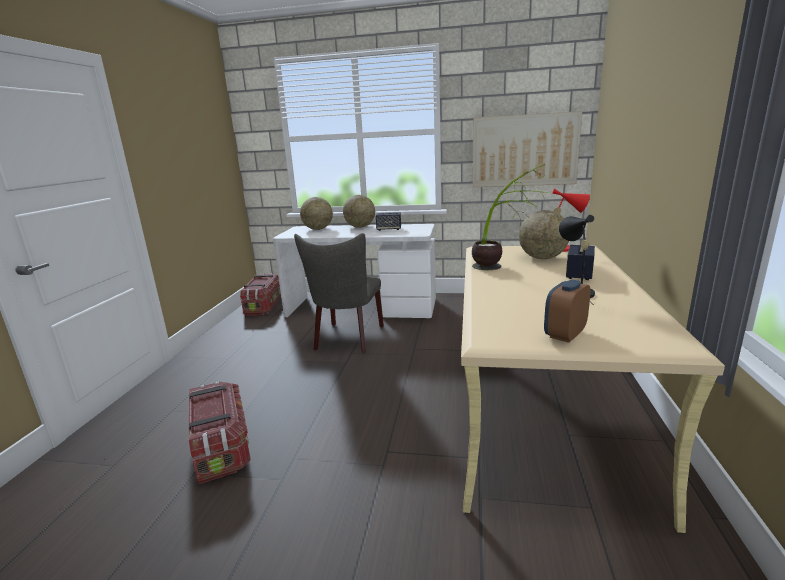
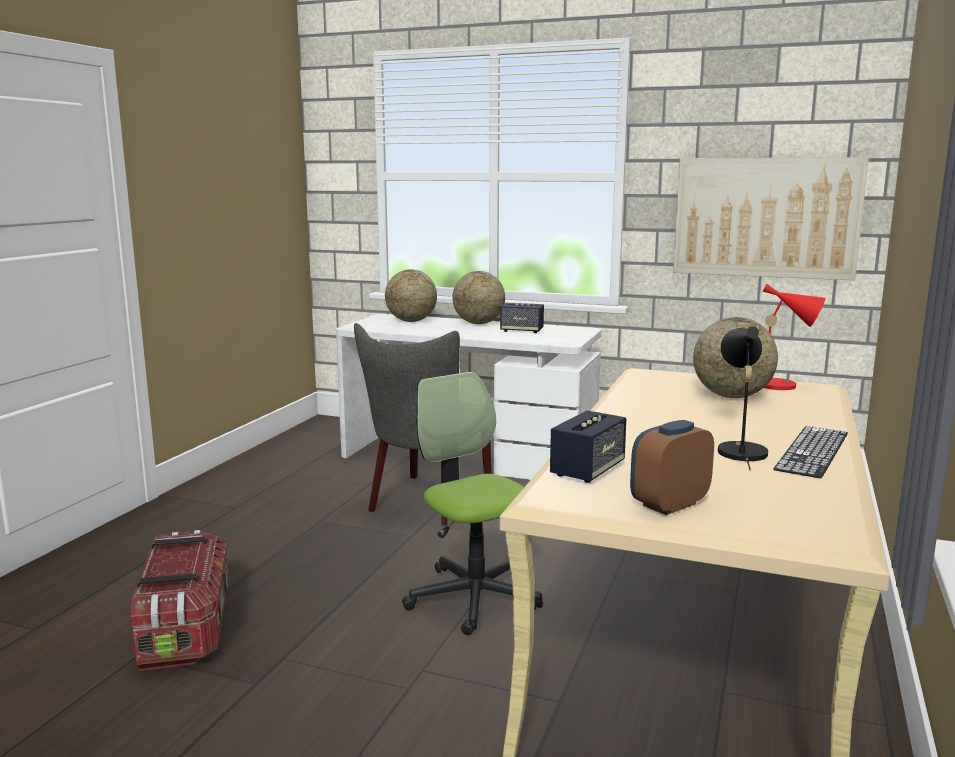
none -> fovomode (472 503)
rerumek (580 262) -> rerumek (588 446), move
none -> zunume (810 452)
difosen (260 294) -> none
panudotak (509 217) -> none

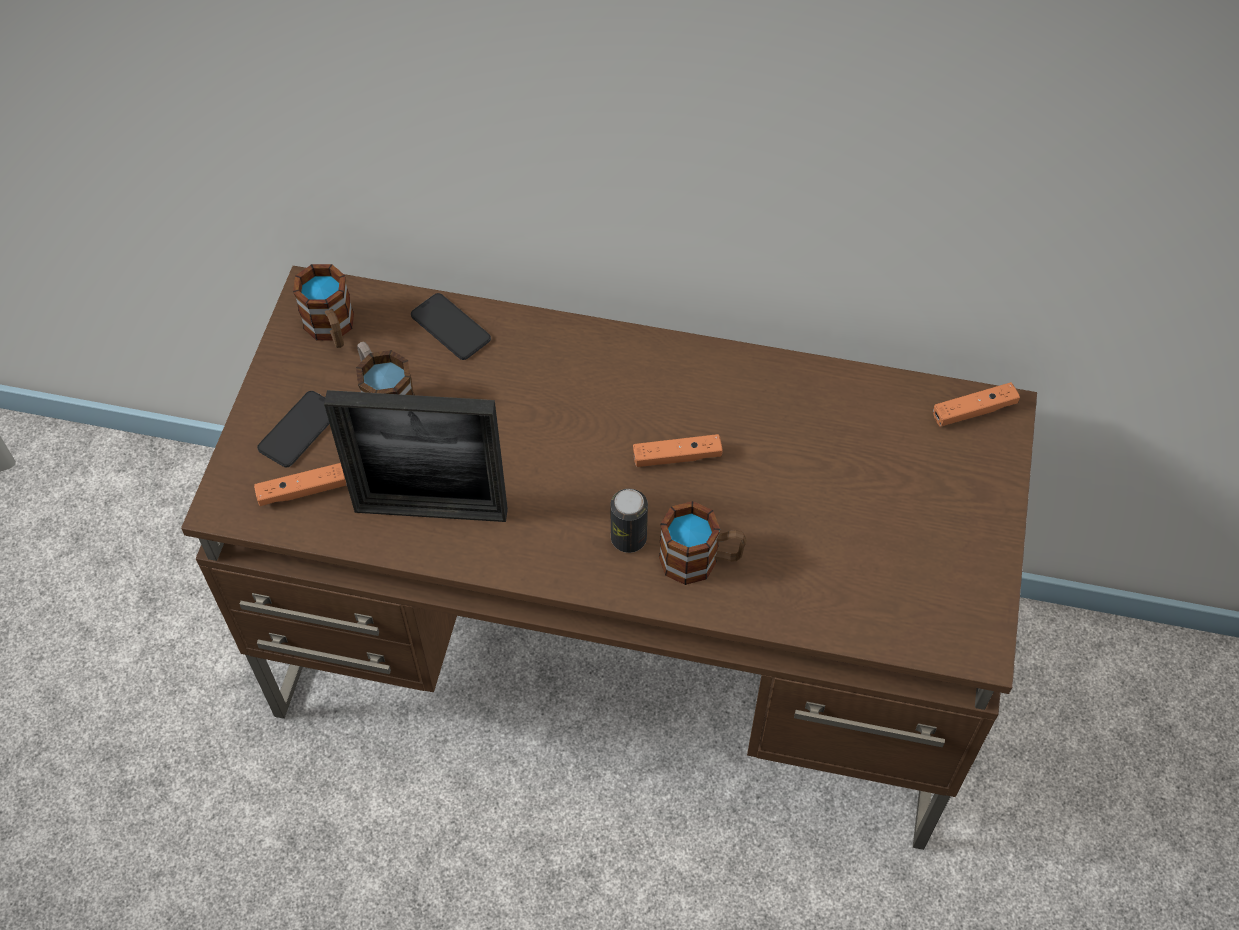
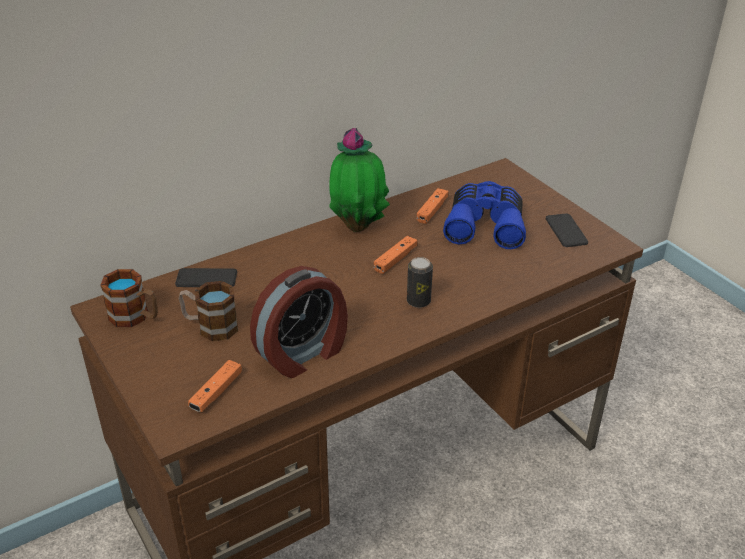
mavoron (416 456) -> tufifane (299 322)
none -> panudotak (359 180)
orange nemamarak (976 404) -> orange nemamarak (432 206), move
none -> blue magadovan (484 215)
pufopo (293 429) -> pufopo (567 230), move
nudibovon (703 543) -> none

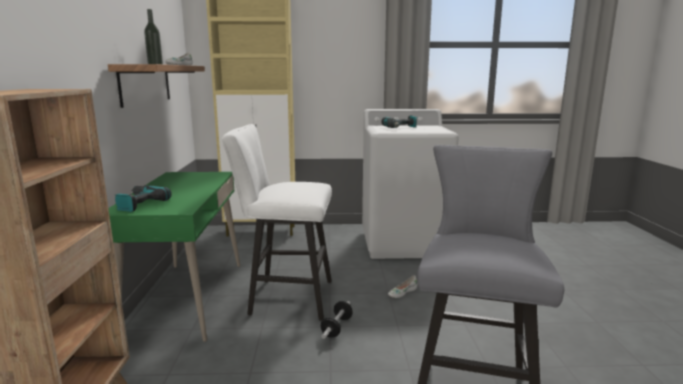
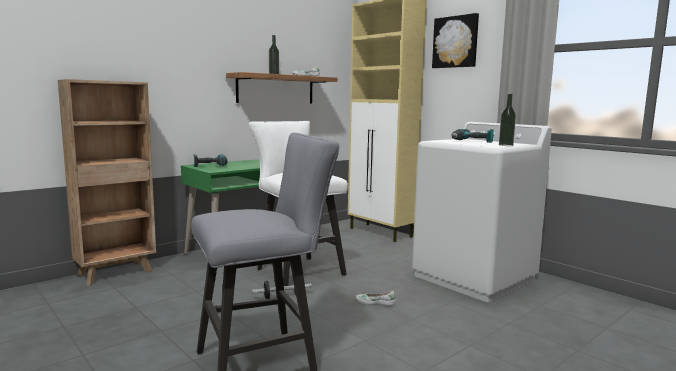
none -> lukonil (455 40)
none -> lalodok (507 120)

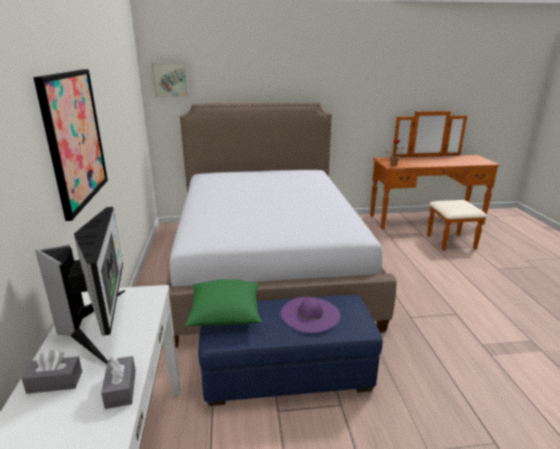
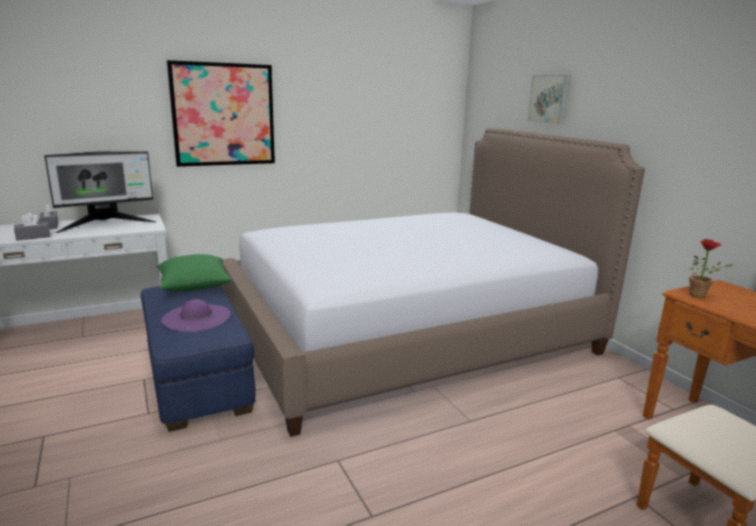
lukonil (169 79) -> lukonil (548 100), move

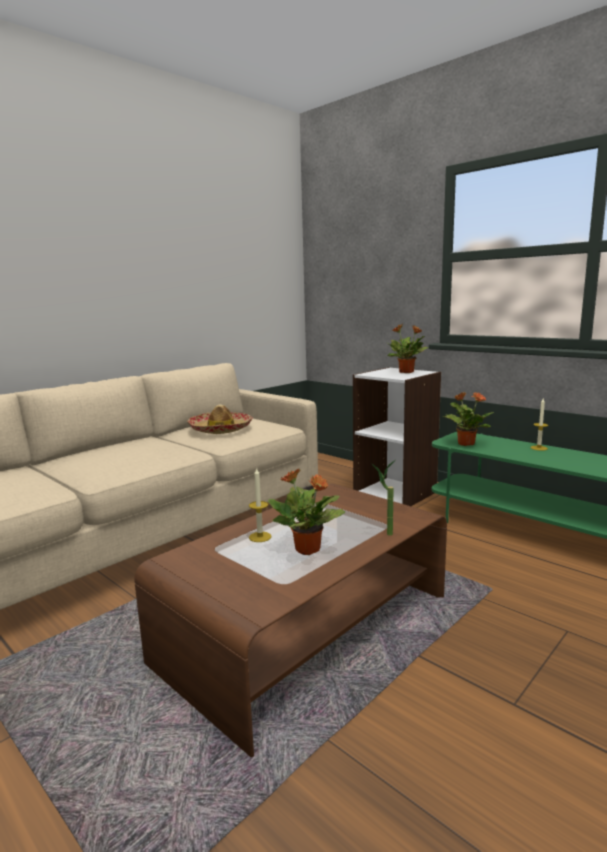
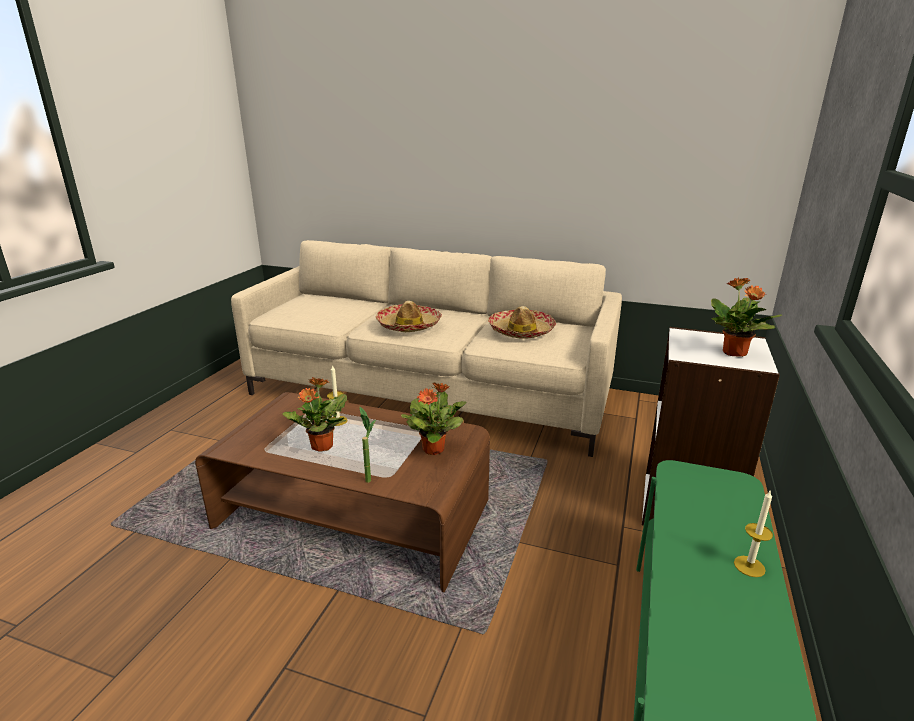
none -> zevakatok (409 316)
panudotak (468 419) -> panudotak (434 418), move

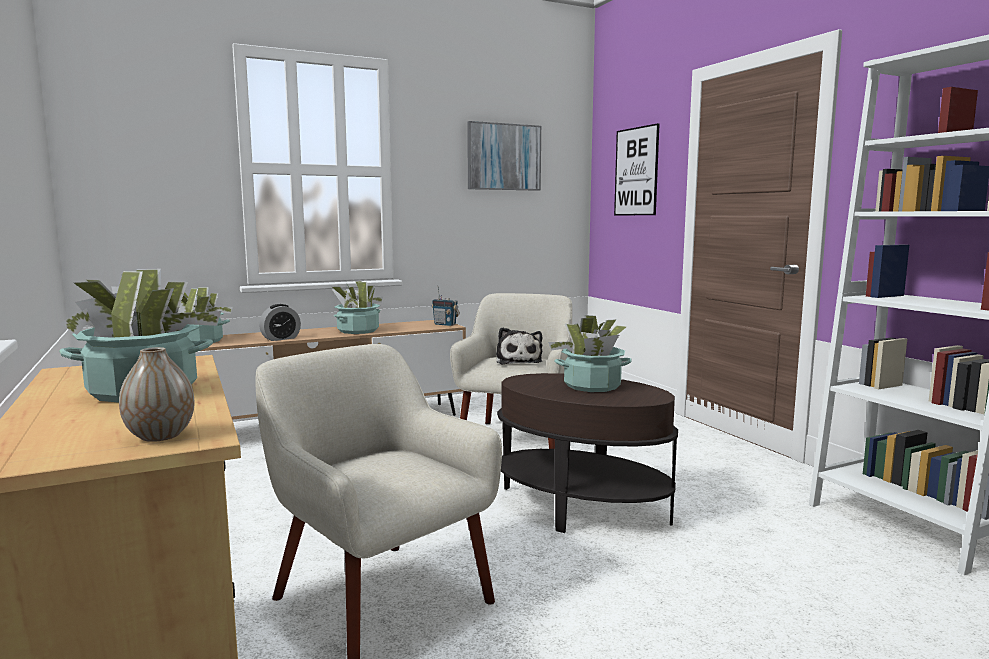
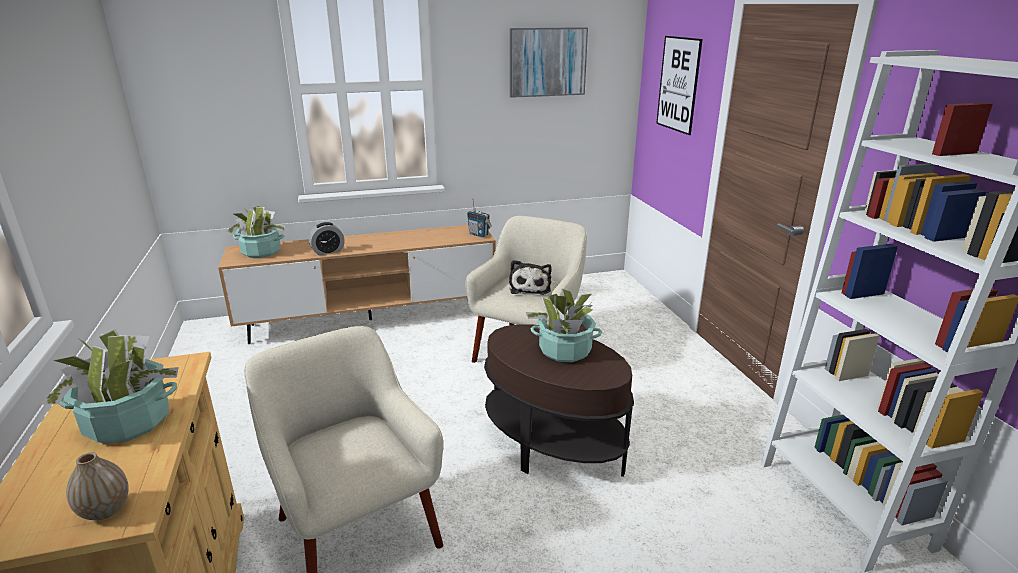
panudotak (357 307) -> none

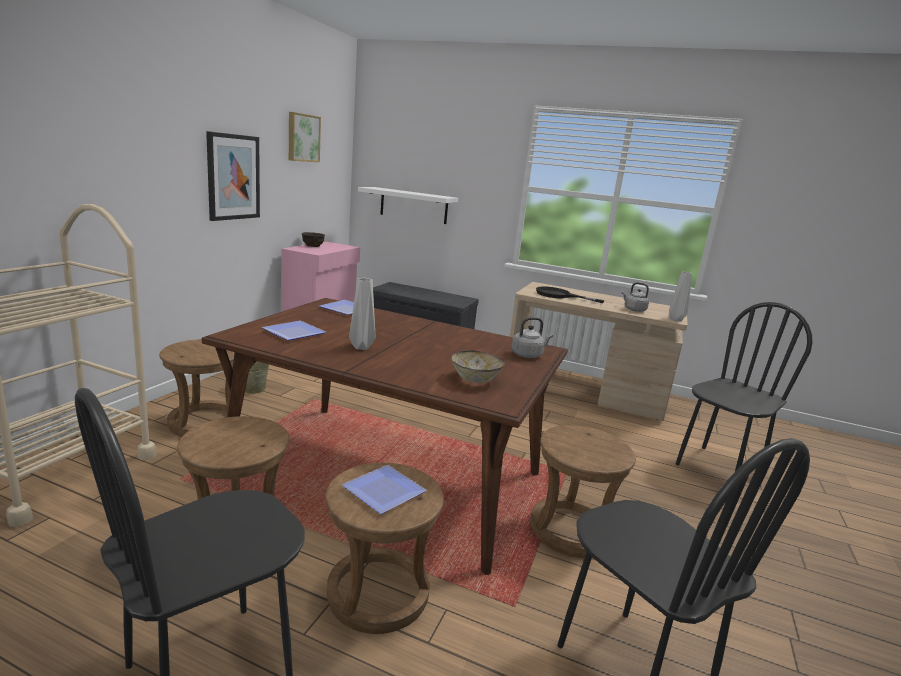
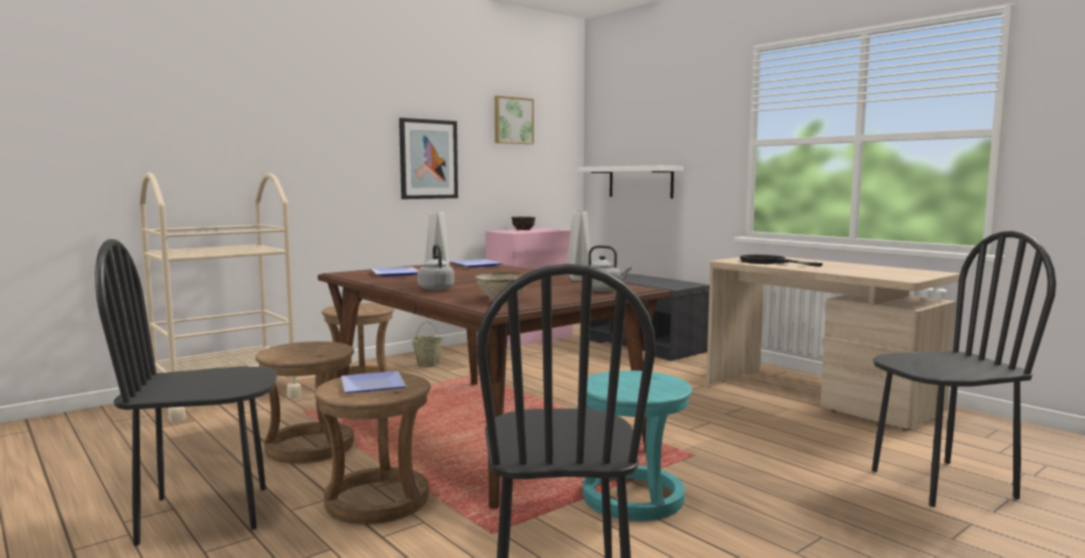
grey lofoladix (635 297) -> grey lofoladix (436 267), move
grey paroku (680 296) -> grey paroku (577 246), move
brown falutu (583 491) -> turquoise falutu (637 446)

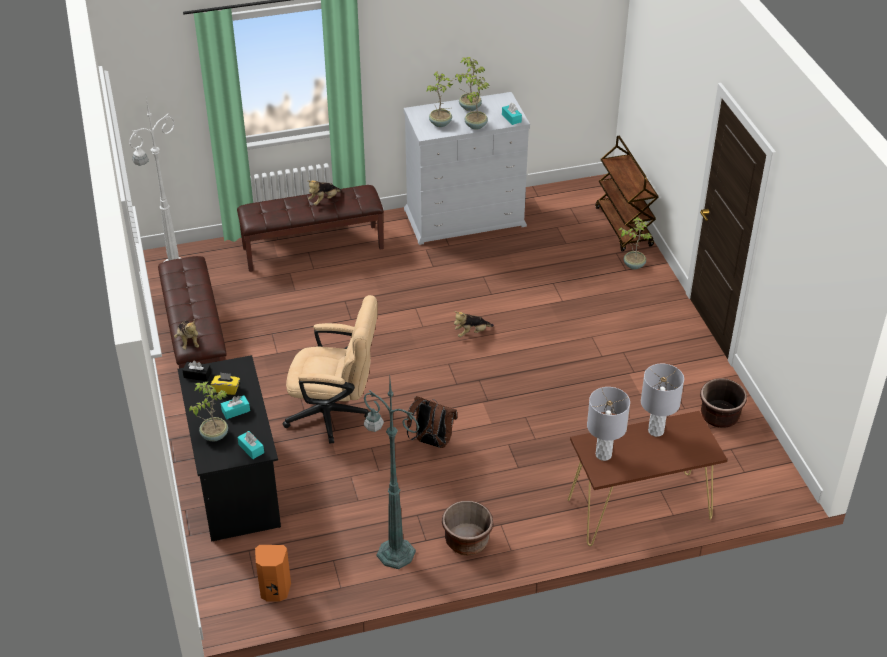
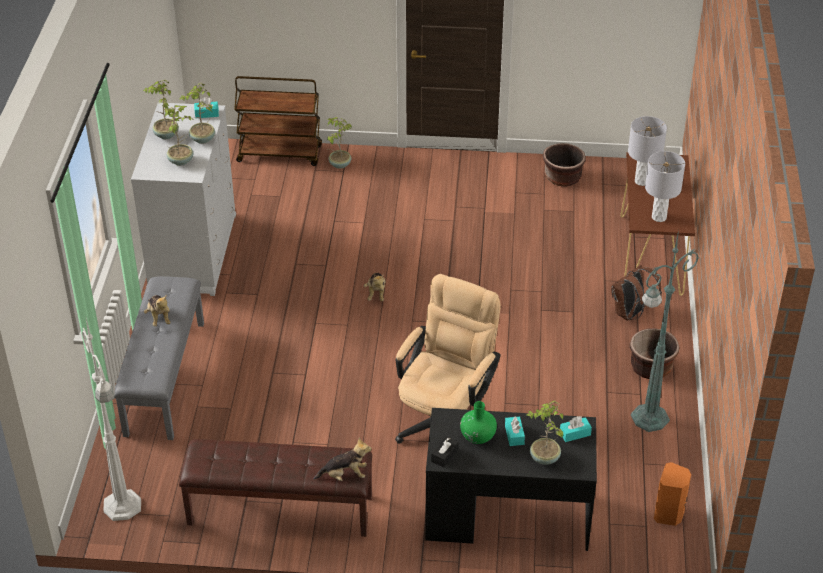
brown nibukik (310 228) -> grey nibukik (159 358)
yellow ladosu (225 383) -> green paroku (478 422)
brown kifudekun (432 422) -> brown kifudekun (636 292), move

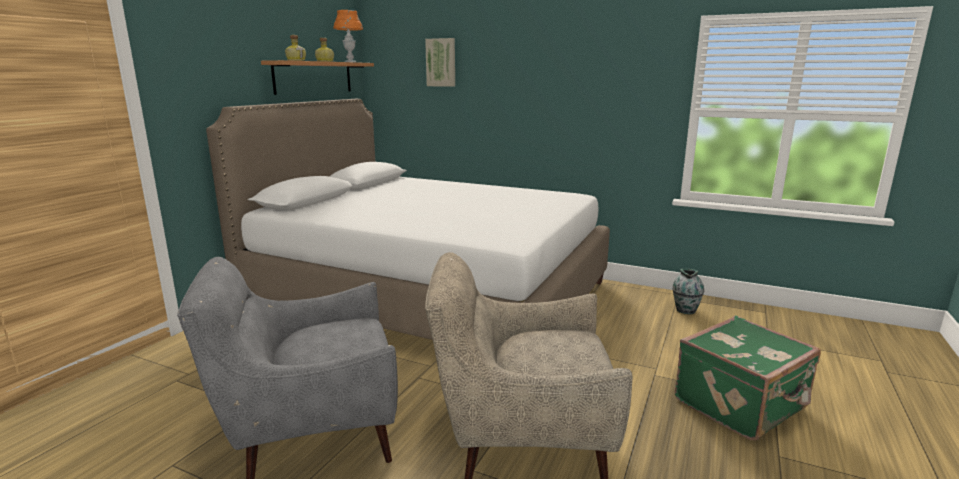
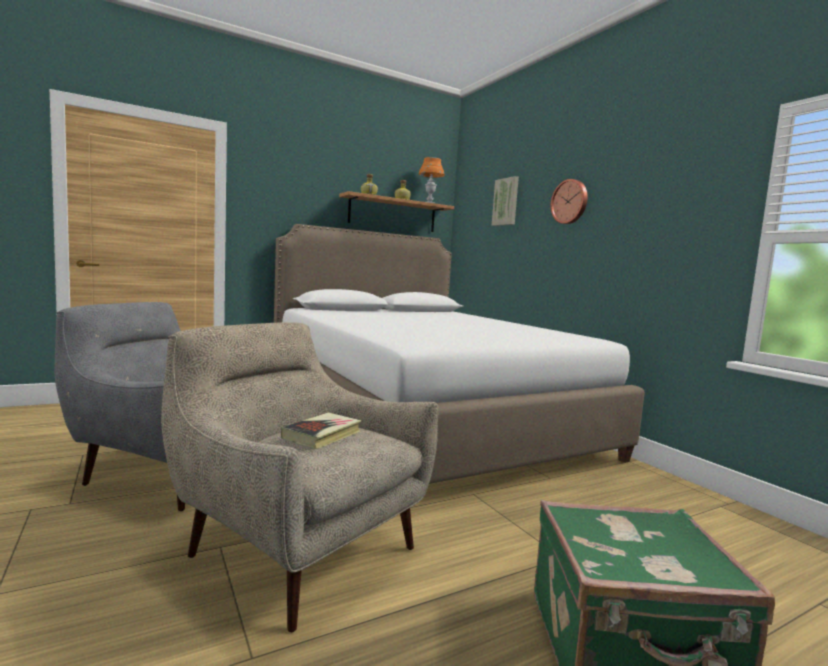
none -> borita (321 431)
none -> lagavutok (569 201)
paroku (688 291) -> none

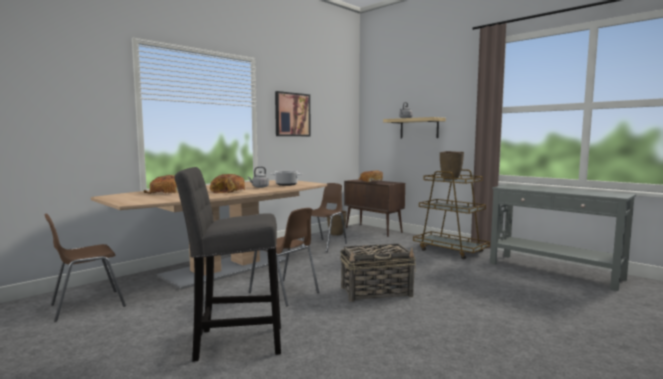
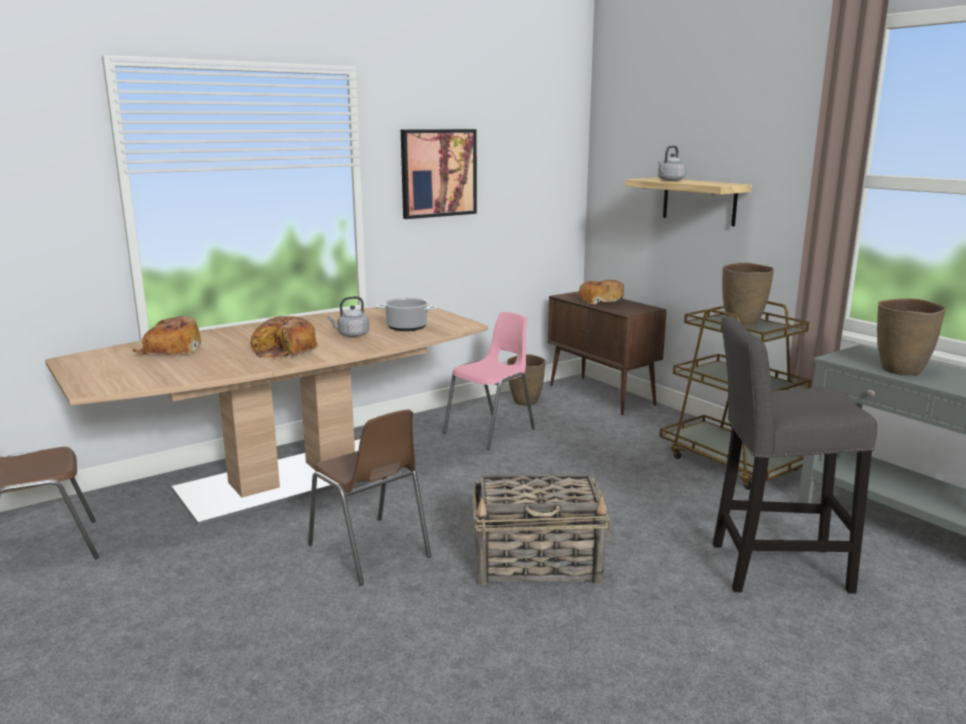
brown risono (323 217) -> pink risono (489 381)
grey falutu (228 264) -> grey falutu (795 454), move
none -> brown paroku (911 336)

